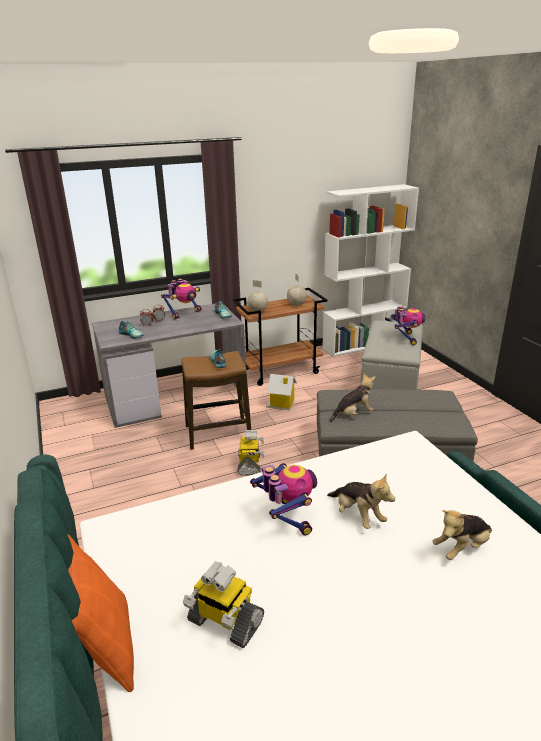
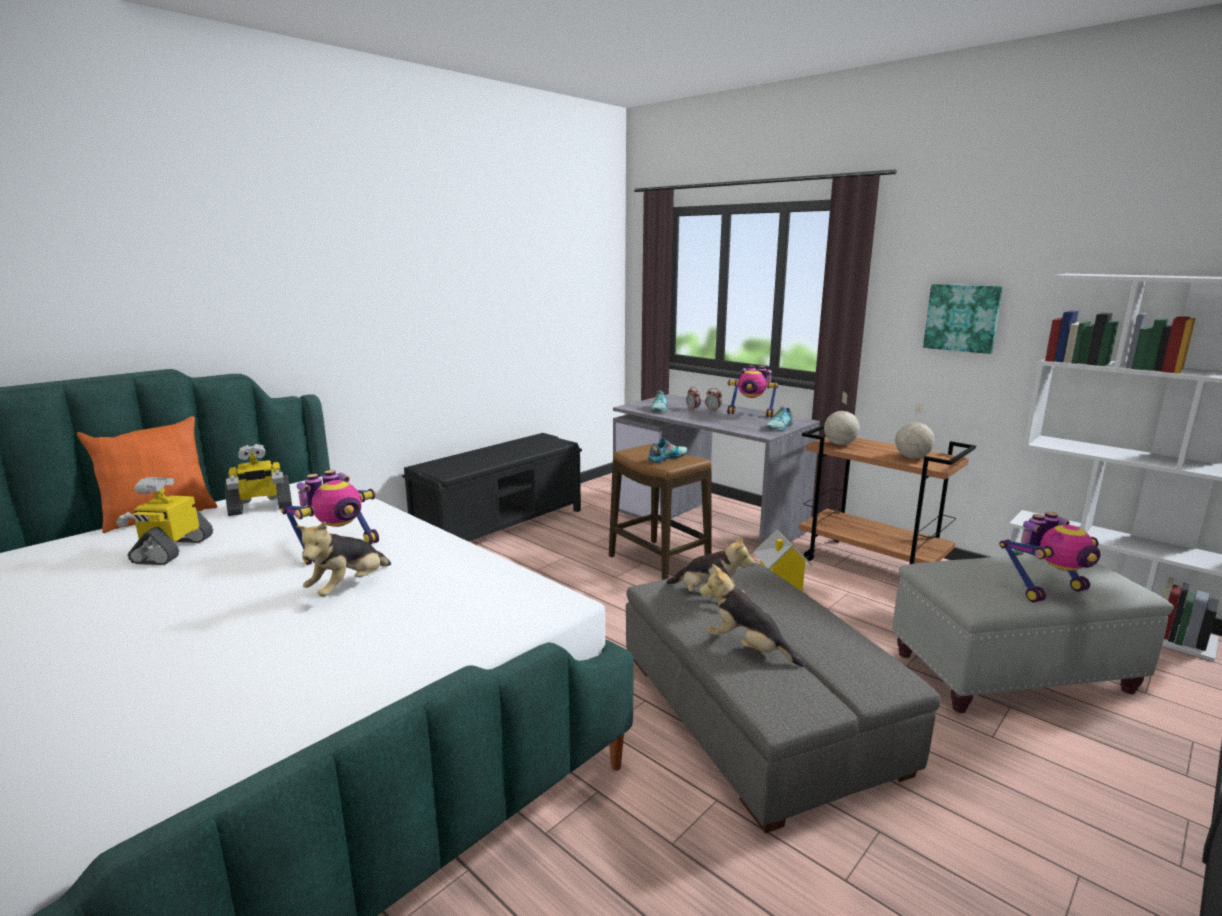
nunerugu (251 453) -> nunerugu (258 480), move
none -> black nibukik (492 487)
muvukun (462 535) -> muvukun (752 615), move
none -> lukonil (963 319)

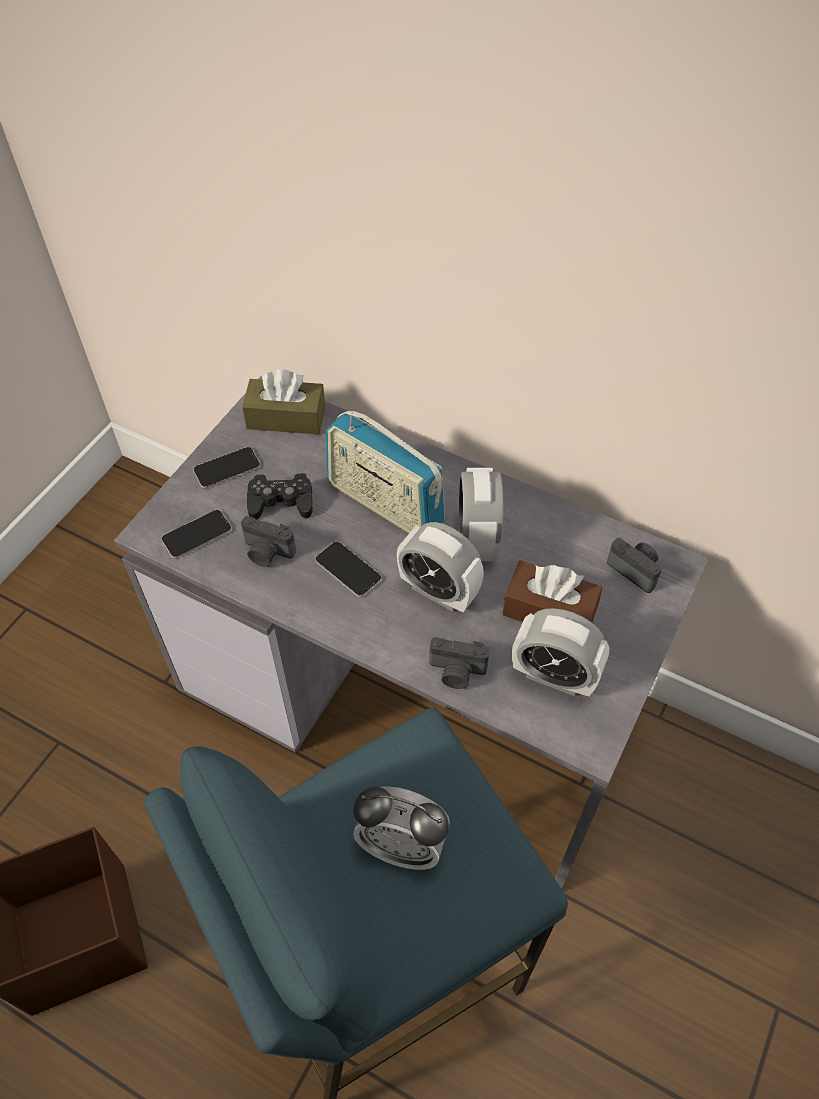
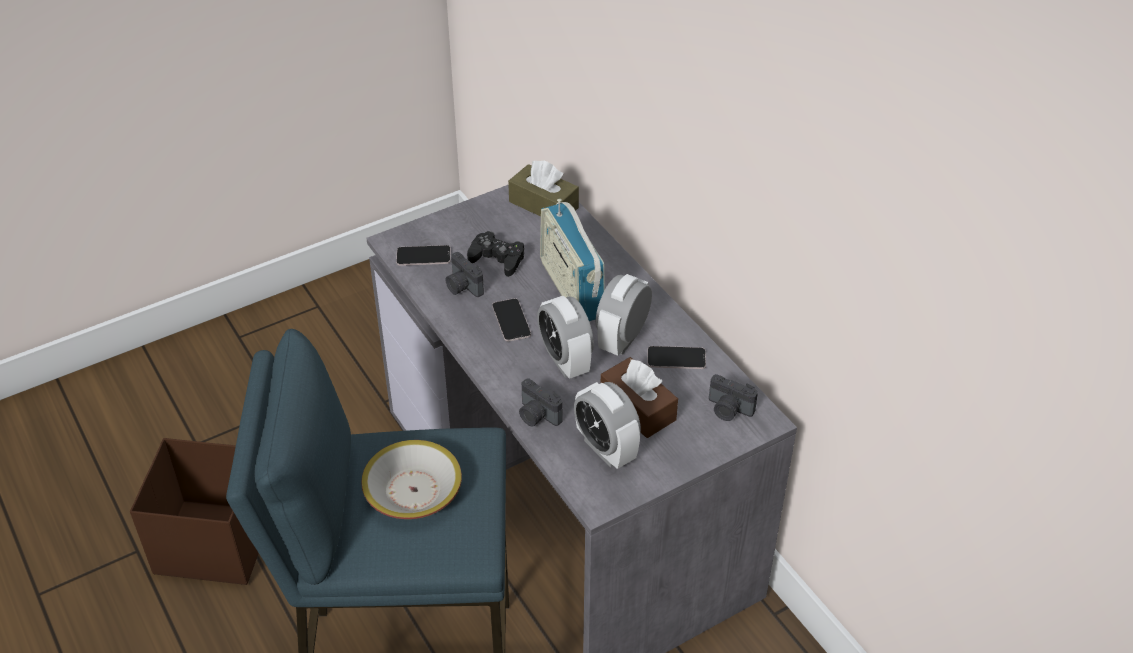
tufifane (401 828) -> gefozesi (411 479)
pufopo (227 467) -> pufopo (677 357), move
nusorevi (634 565) -> nusorevi (733 397), 135 degrees clockwise

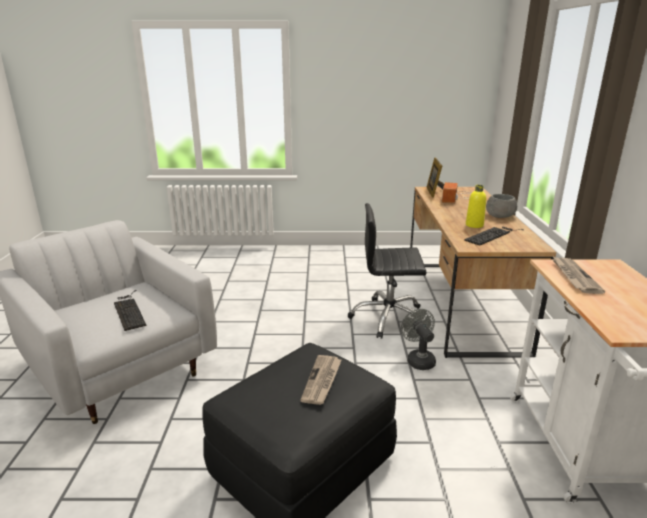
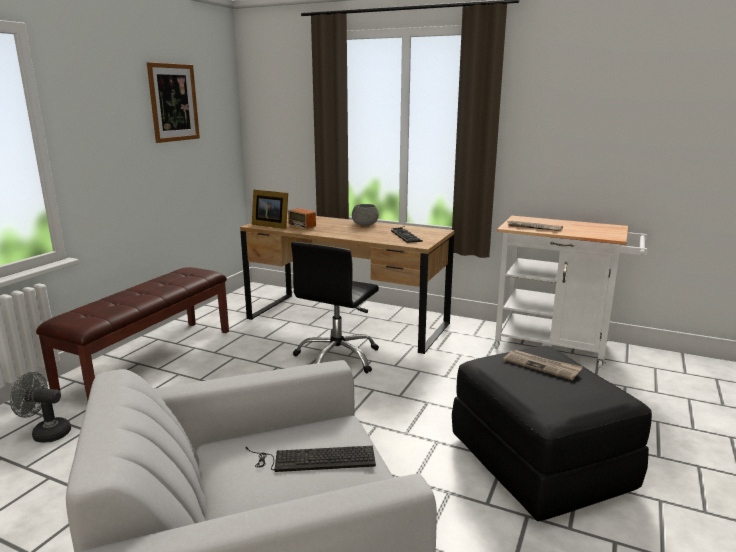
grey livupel (418 339) -> grey livupel (40 407), move
none -> brown nibukik (132 333)
none -> lukonil (173 102)
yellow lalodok (476 206) -> none

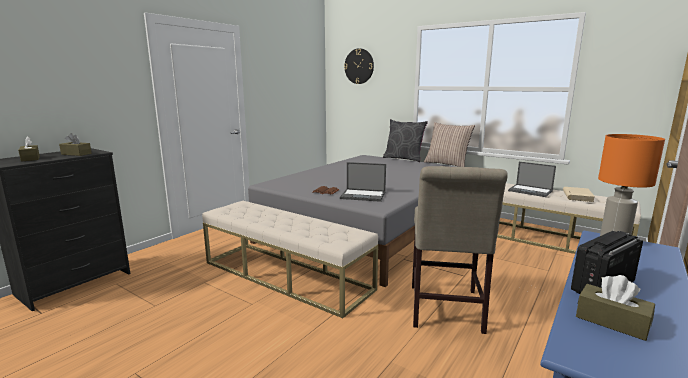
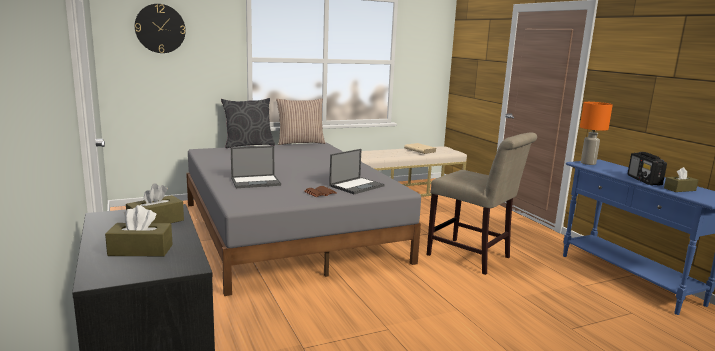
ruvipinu (532 179) -> ruvipinu (256 167), move
beige nibukik (290 259) -> none

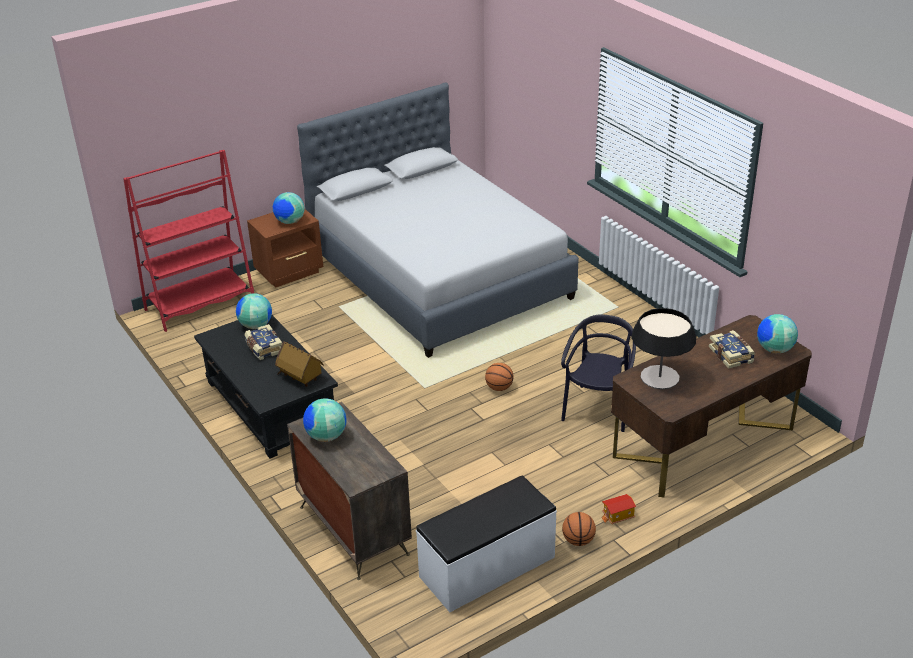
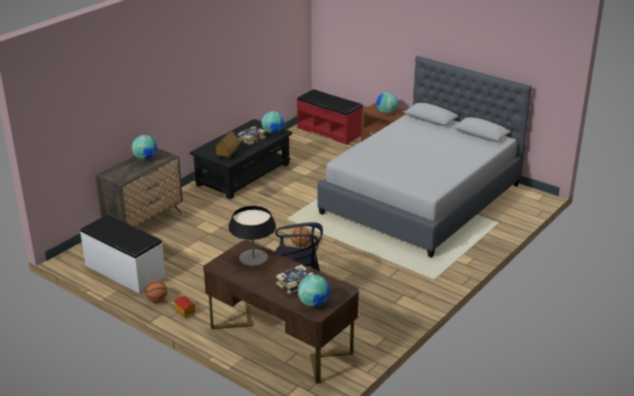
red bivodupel (188 241) -> red nibukik (330 117)

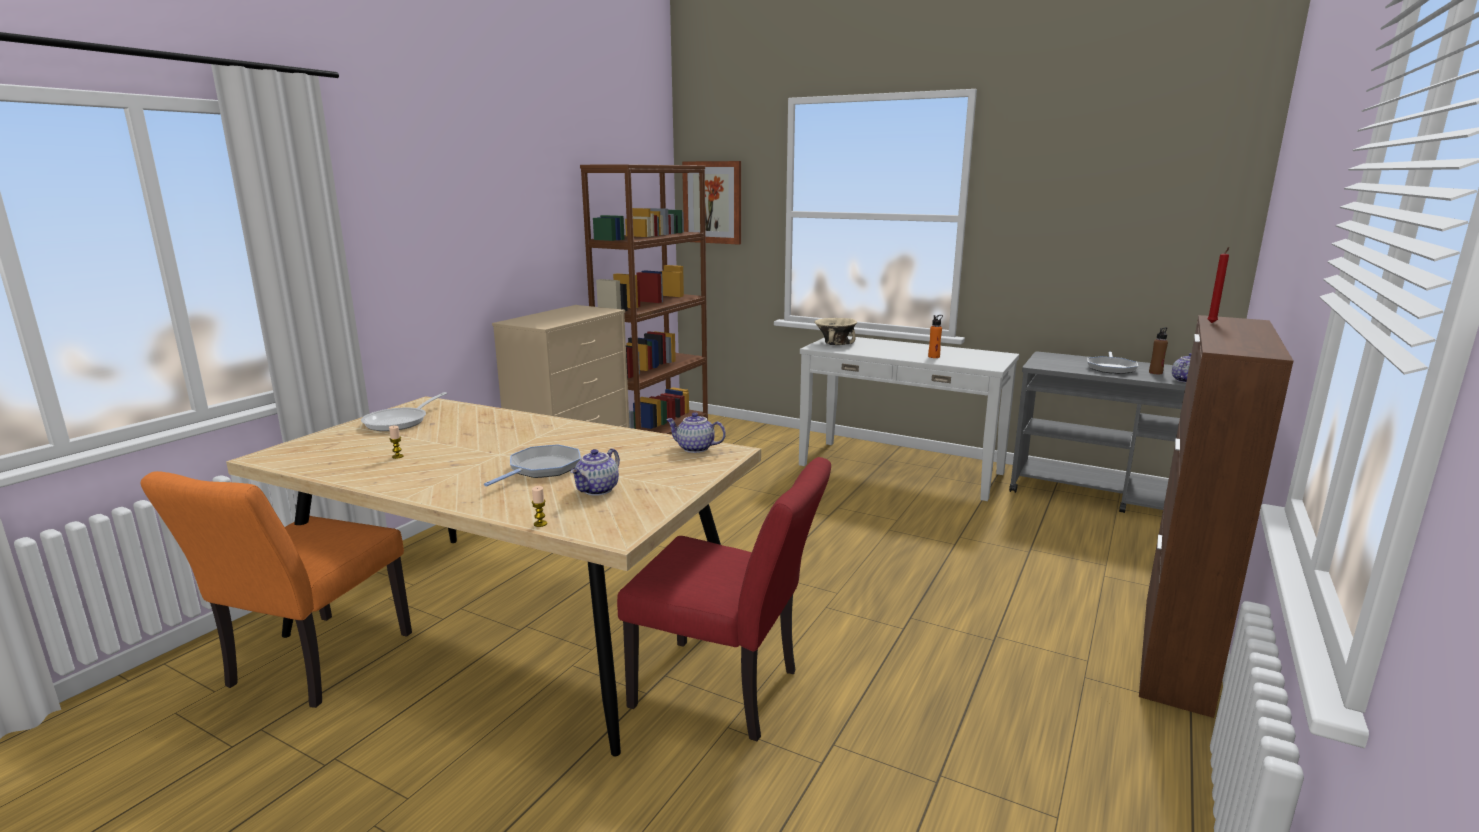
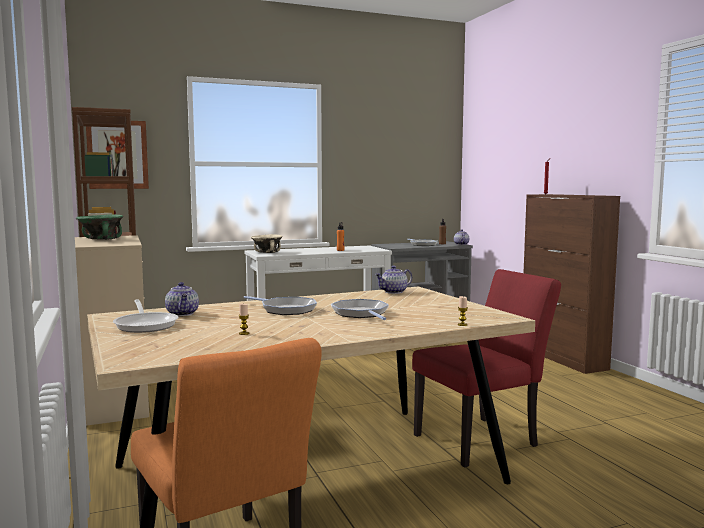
none -> green gefozesi (99 227)
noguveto (595 472) -> noguveto (182 299), move
none -> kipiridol (280 305)

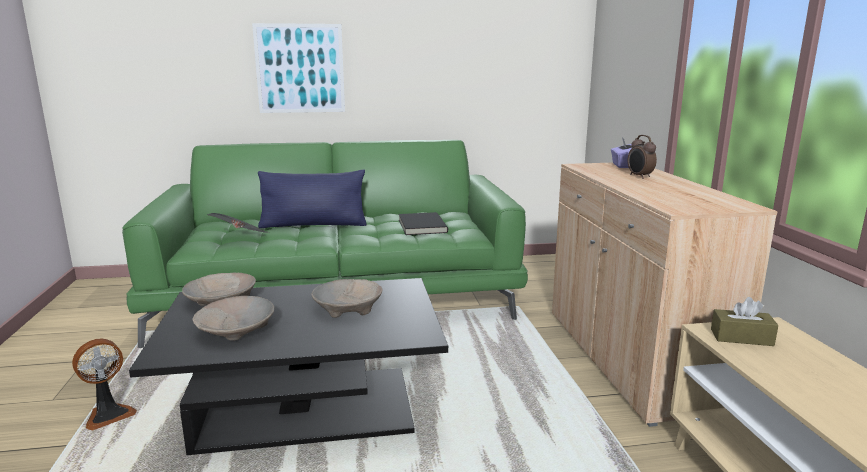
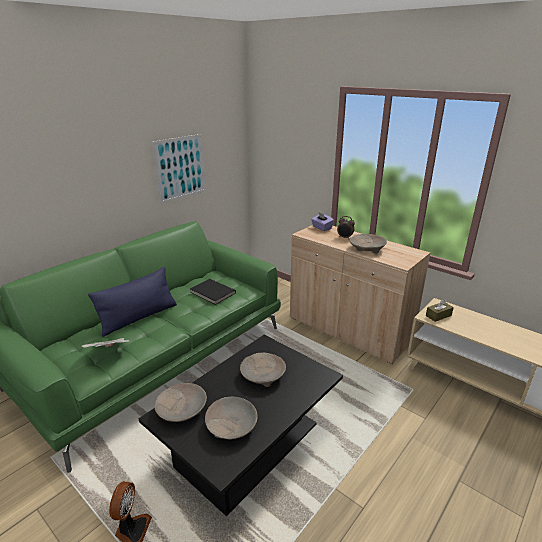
lukonil (298 68) -> lukonil (179 169), move
none -> beige gefozesi (368 244)

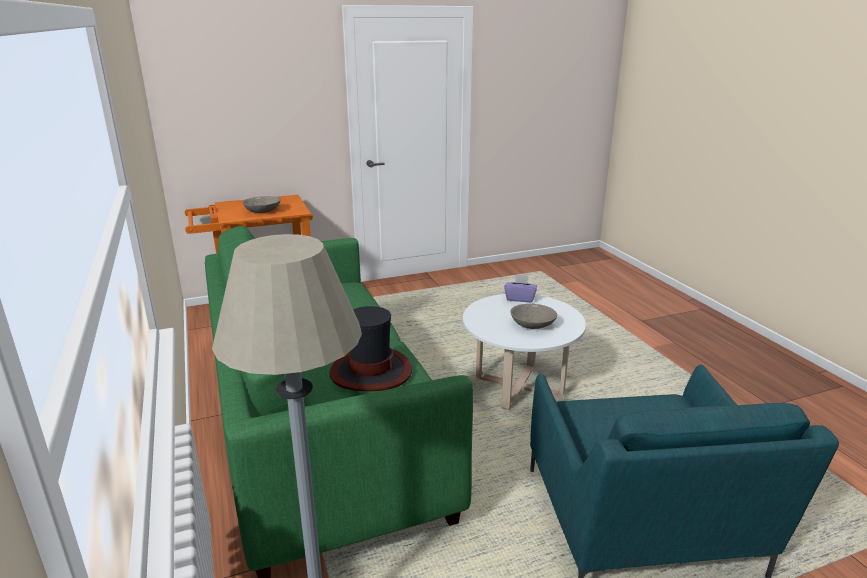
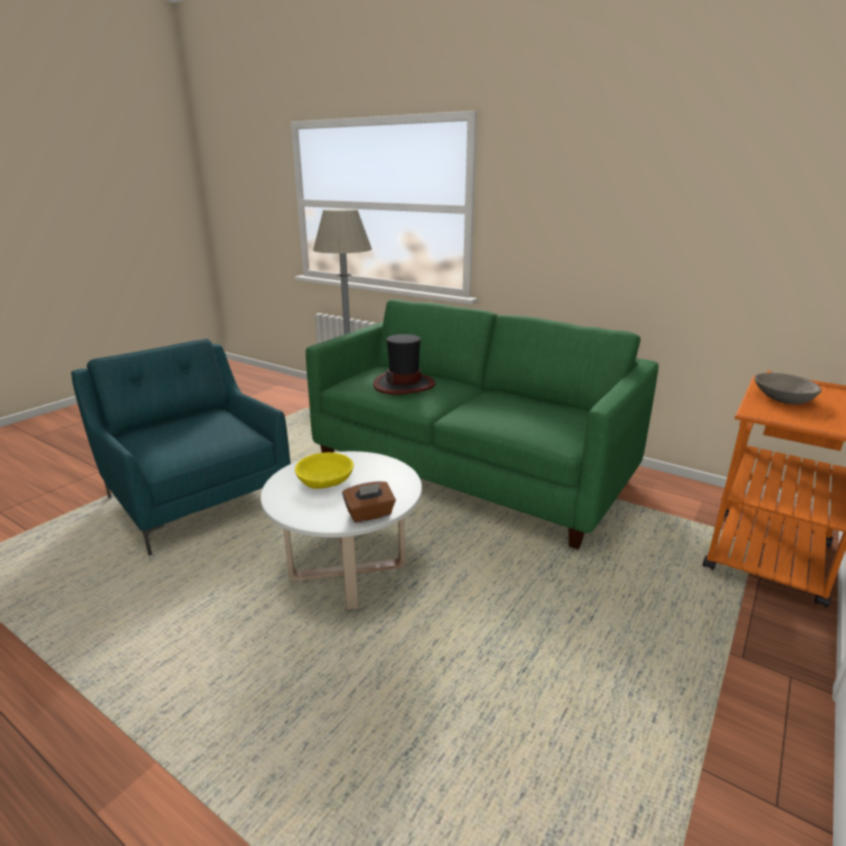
grey gefozesi (533 316) -> yellow gefozesi (324 470)
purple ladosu (520 288) -> brown ladosu (369 502)

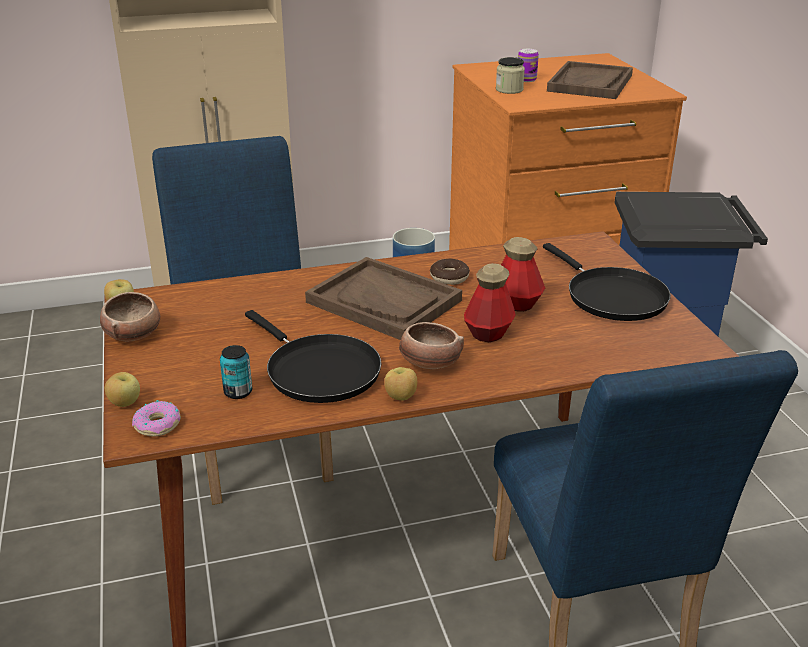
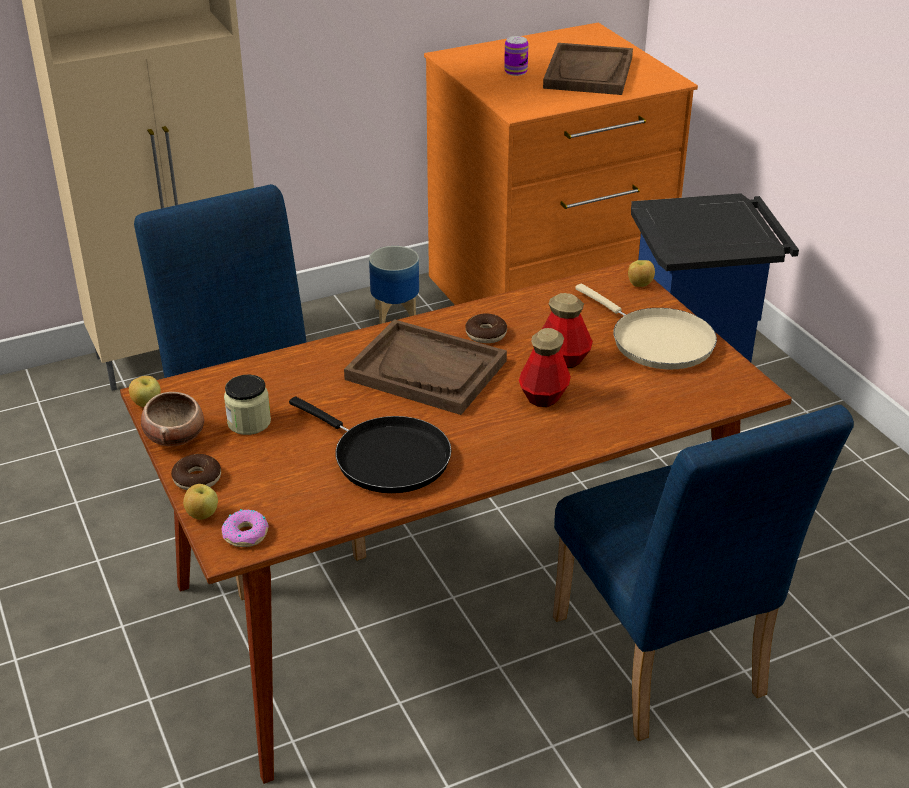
none -> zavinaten (196 472)
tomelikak (510 75) -> tomelikak (247 405), move
black kipiridol (607 282) -> beige kipiridol (646 327)
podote (400 383) -> podote (641 273), move
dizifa (236 372) -> none
gefozesi (431 345) -> none

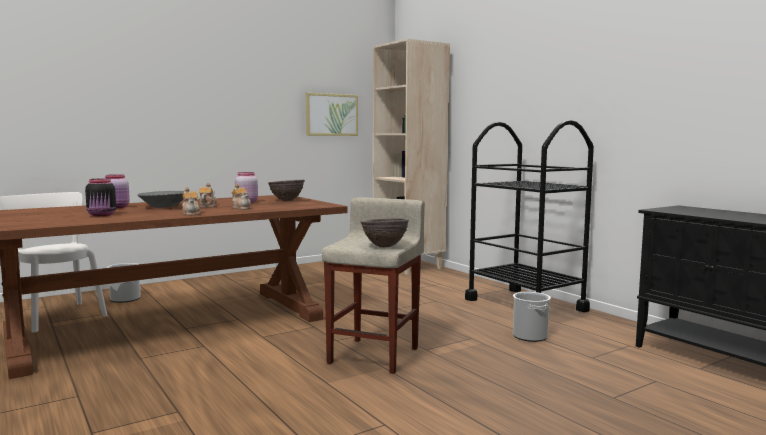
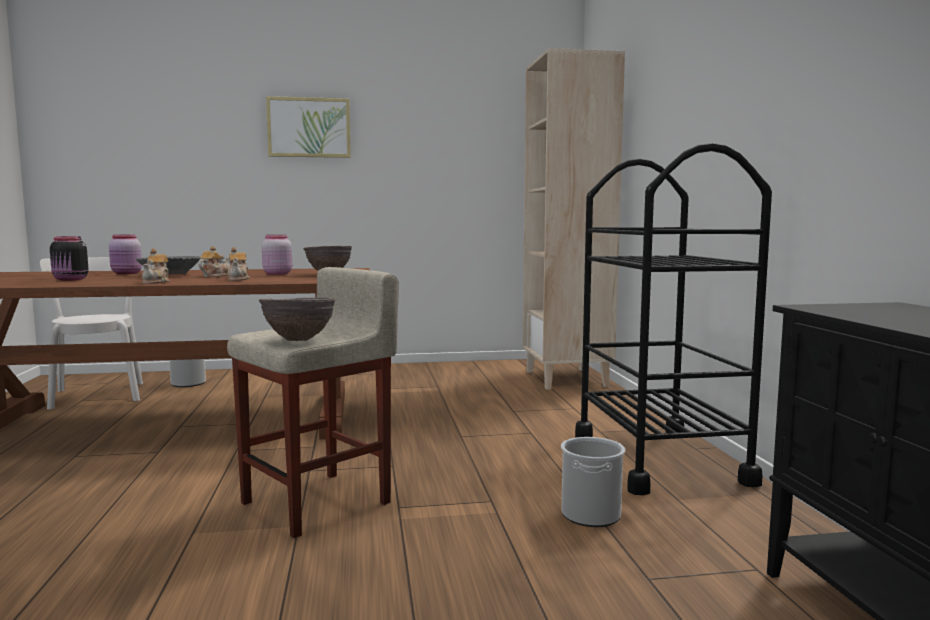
lukonil (332 114) -> lukonil (308 127), move

